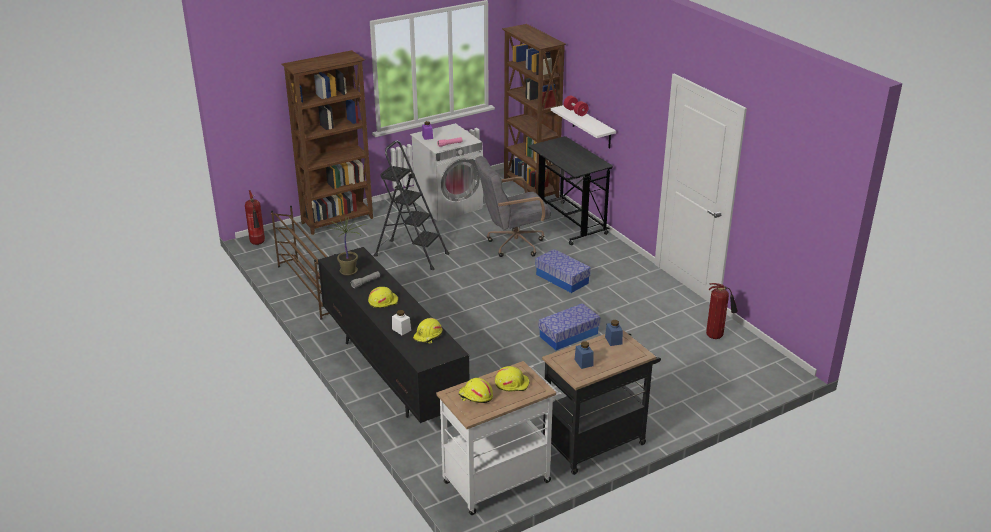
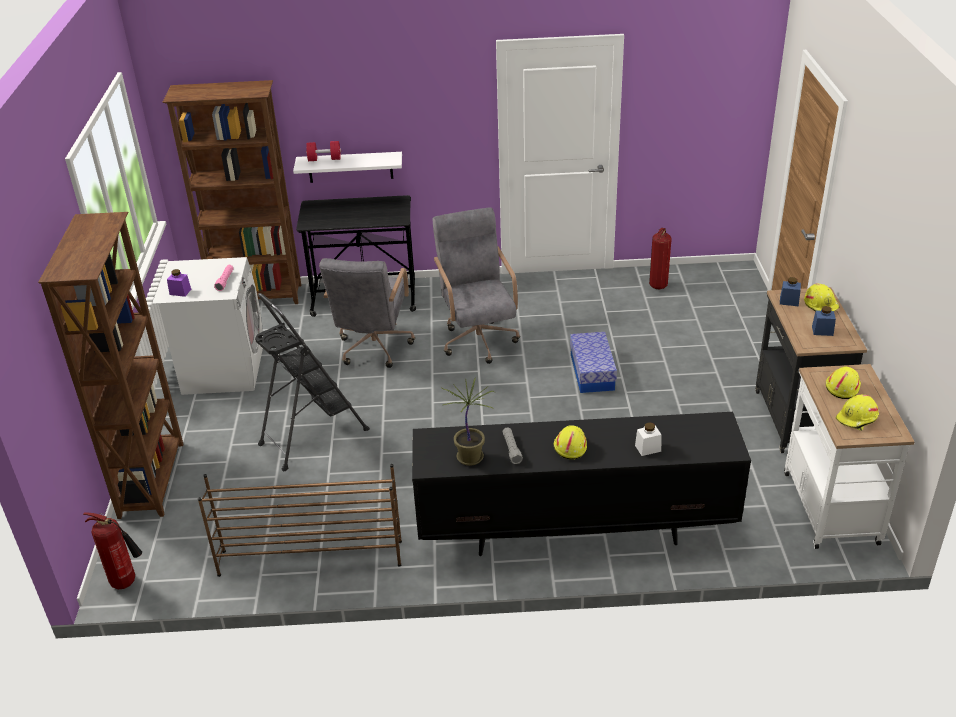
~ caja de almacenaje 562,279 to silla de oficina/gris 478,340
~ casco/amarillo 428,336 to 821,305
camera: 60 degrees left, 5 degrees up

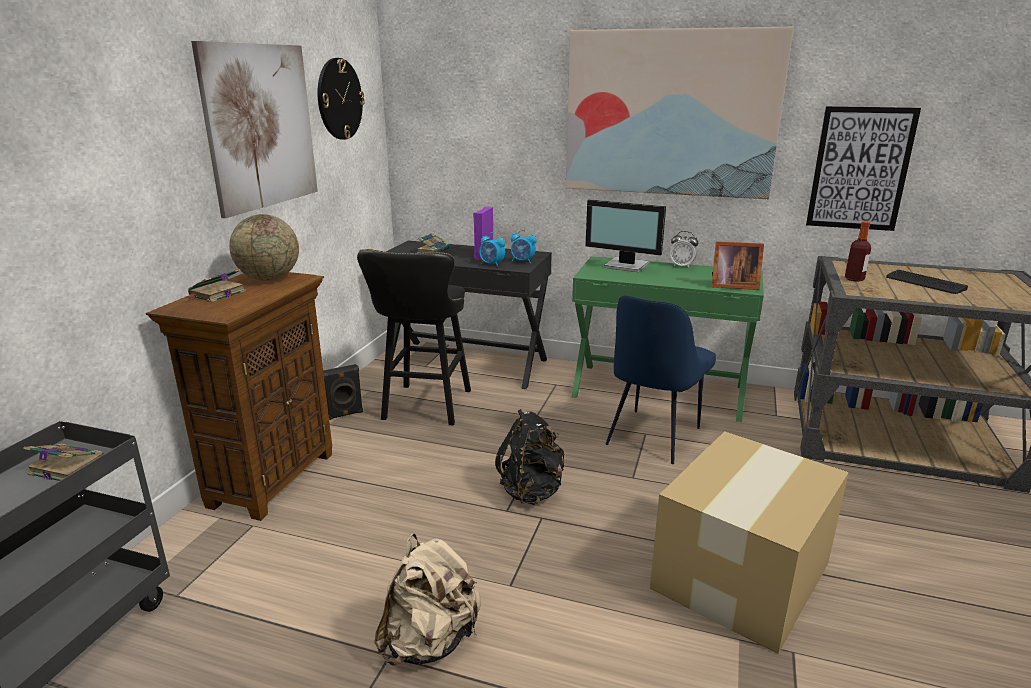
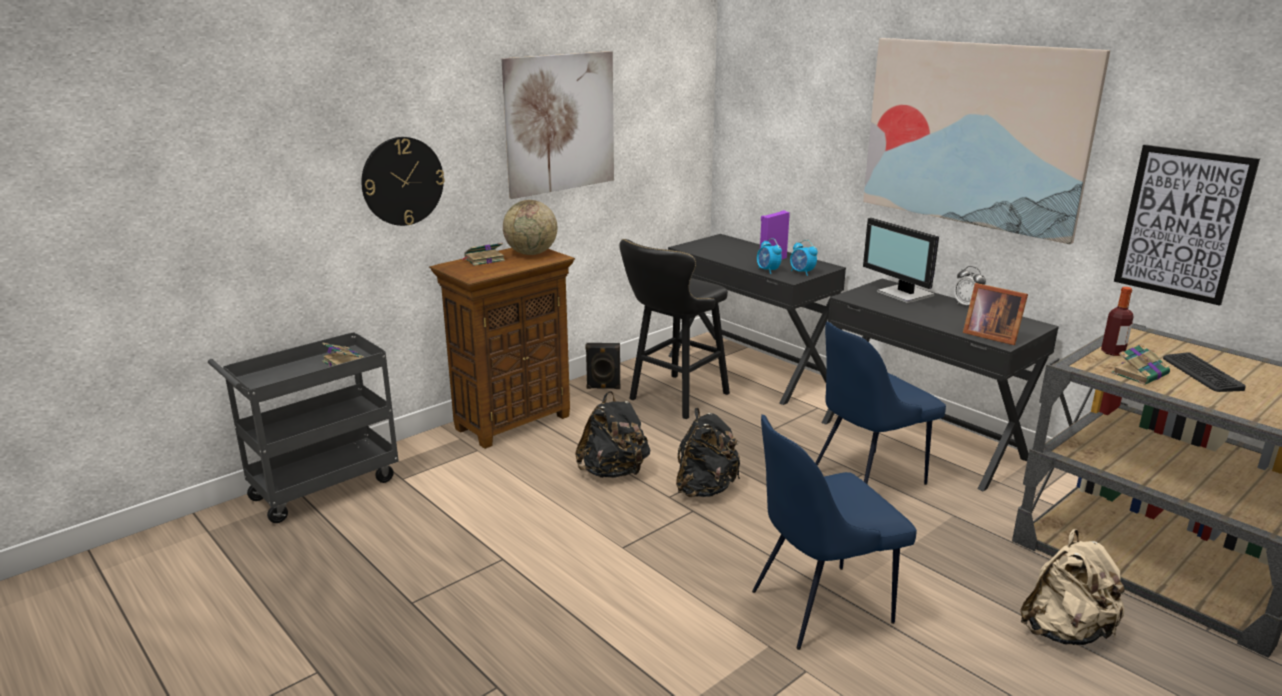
~ reloj de pared 339,99 to 402,181
+ mochila/negro 614,472
~ caja de cartón 739,576 to silla/azul 820,607
~ escritorio/verde 658,390 to escritorio/negro 922,439
~ mochila/beis 430,641 to 1065,631
~ libro 433,250 to 1140,374
camera: 30 degrees right, 0 degrees up

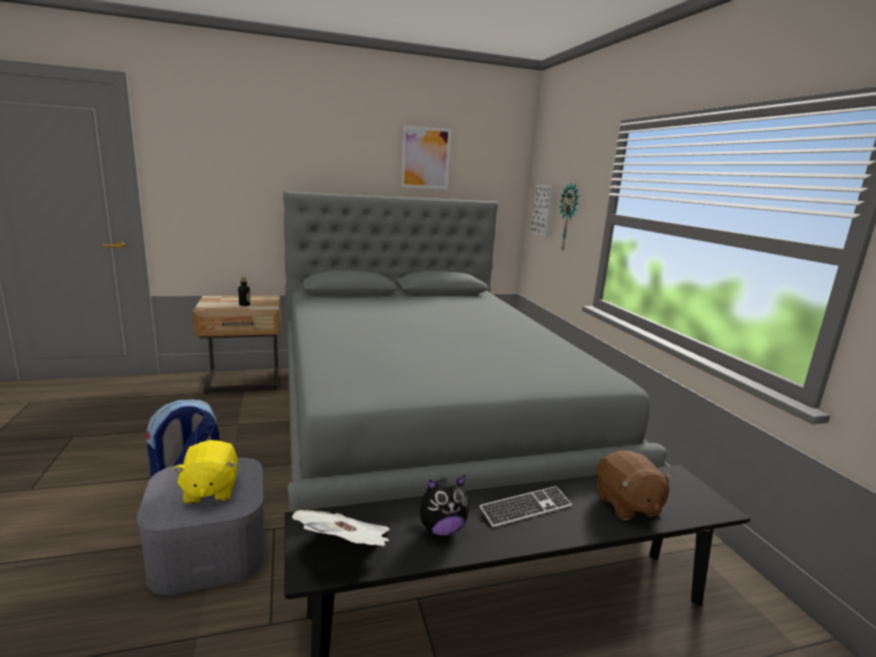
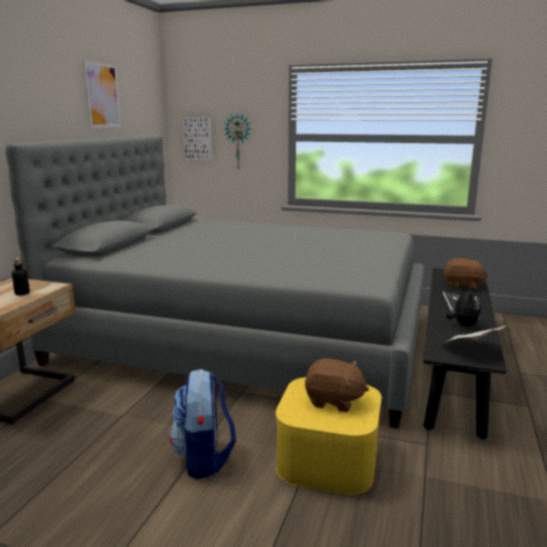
~ caja de almacenaje/gris 210,549 to caja de almacenaje/amarillo 327,458
~ peluche/amarillo 210,490 to peluche/marrón 334,401
camera: 55 degrees left, 0 degrees up

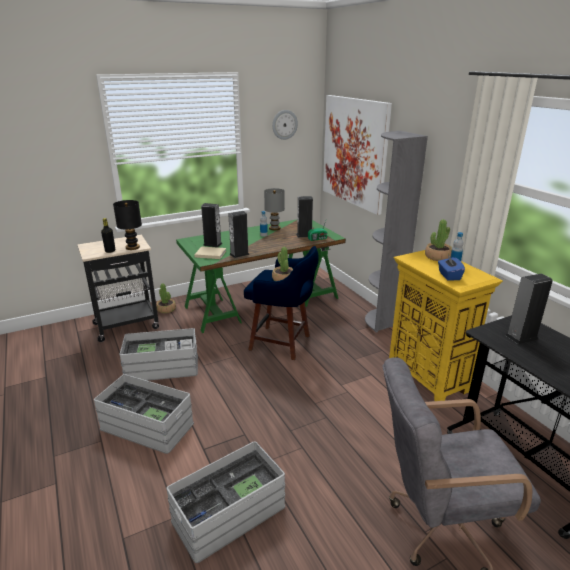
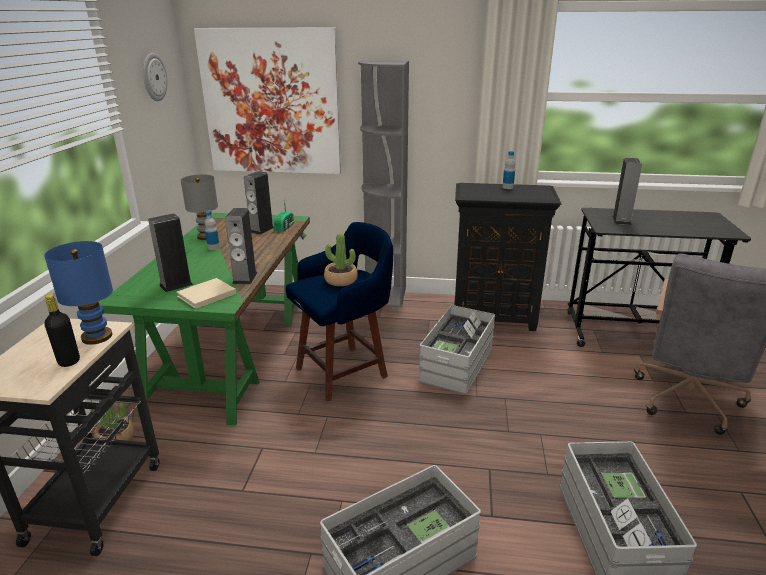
~ lámpara de mesa/negro 132,247 to lámpara de mesa/azul 96,337
~ caja de almacenaje/gris 162,367 to 456,363
~ armario/amarillo 428,377 to armario/negro 495,318
- planta en maceta 437,257
- caja de pañuelos/azul 449,276
camera: 55 degrees left, 0 degrees up

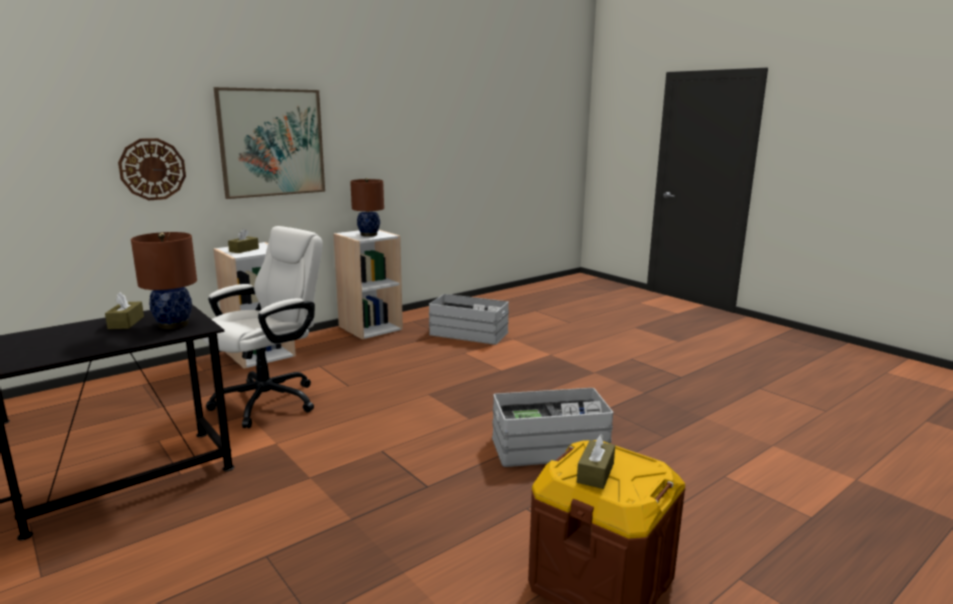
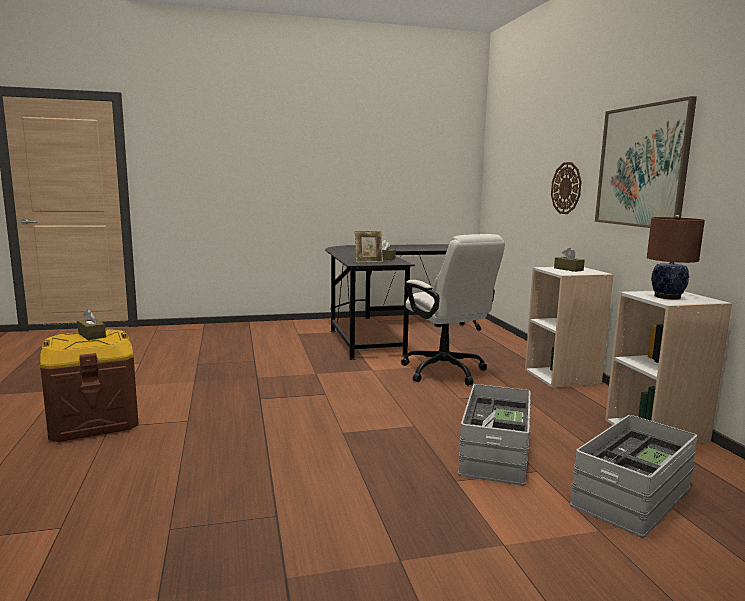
~ lámpara de mesa/marrón 173,324 to portarretratos 368,262
~ caja de almacenaje/gris 549,446 to 496,453
camera: 115 degrees right, 5 degrees down

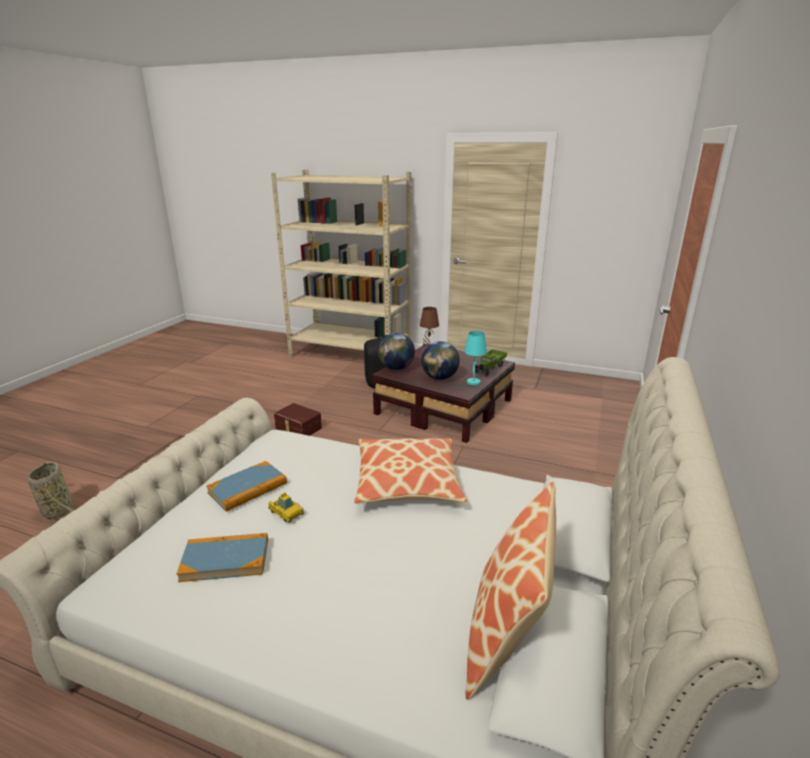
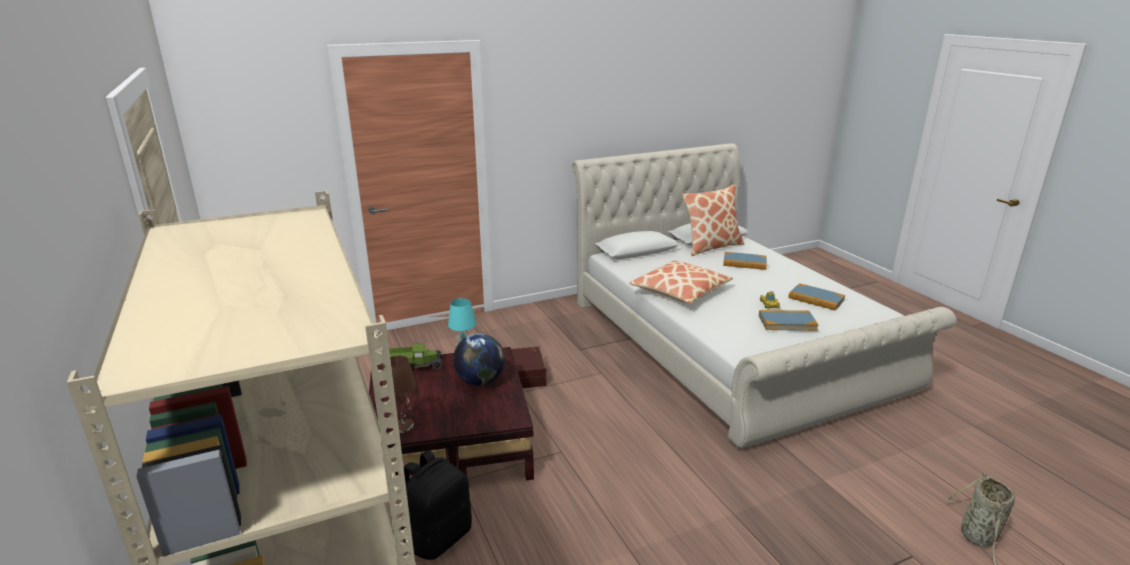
~ caja de almacenaje/marrón 298,429 to 529,375
+ libro 744,263
- globo terráqueo 396,368
camera: 135 degrees left, 0 degrees up

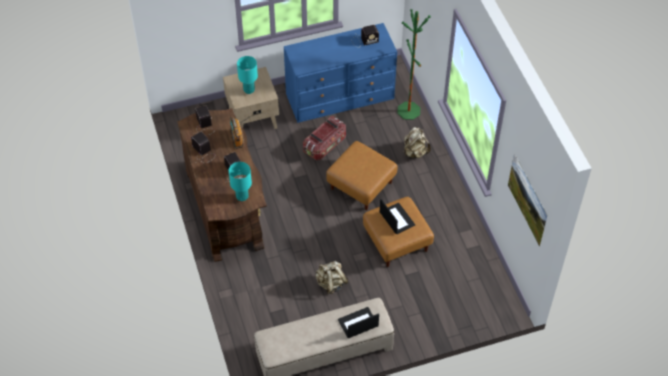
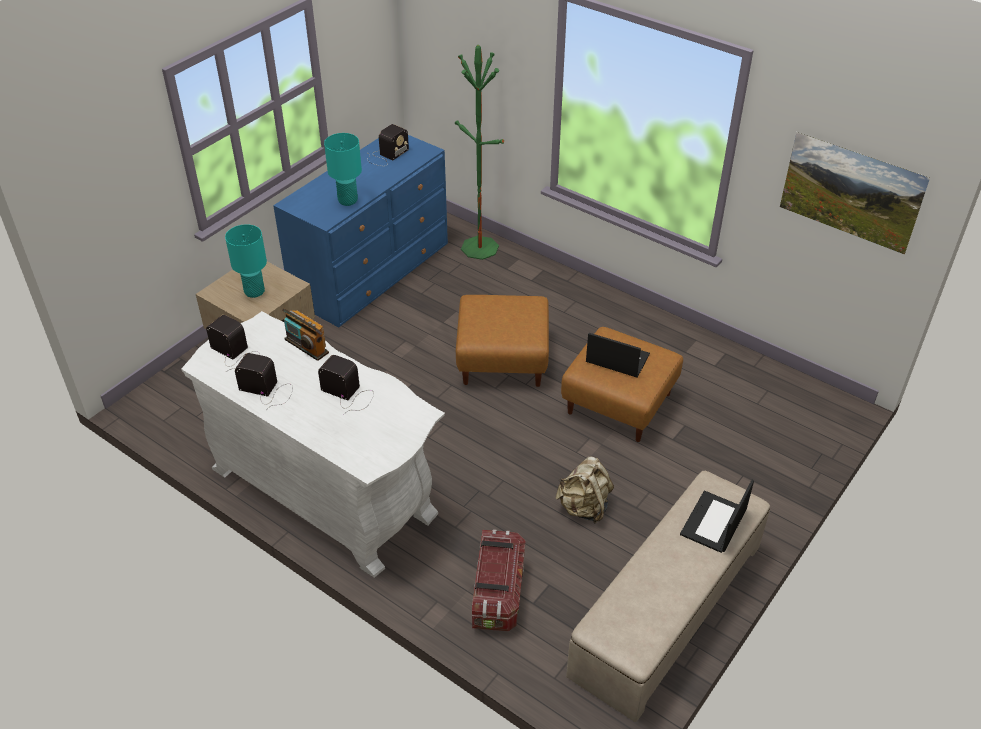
~ cómoda/marrón 227,207 to cómoda/blanco 326,487
~ lámpara de mesa/turquesa 242,197 to 348,202
~ caja de almacenaje 325,145 to 498,592
- mochila/beis 415,152
camera: 35 degrees left, 10 degrees down

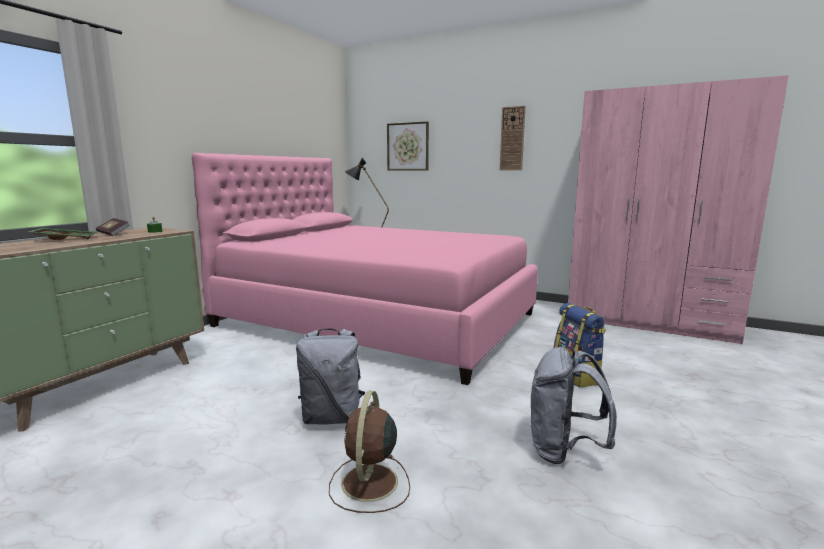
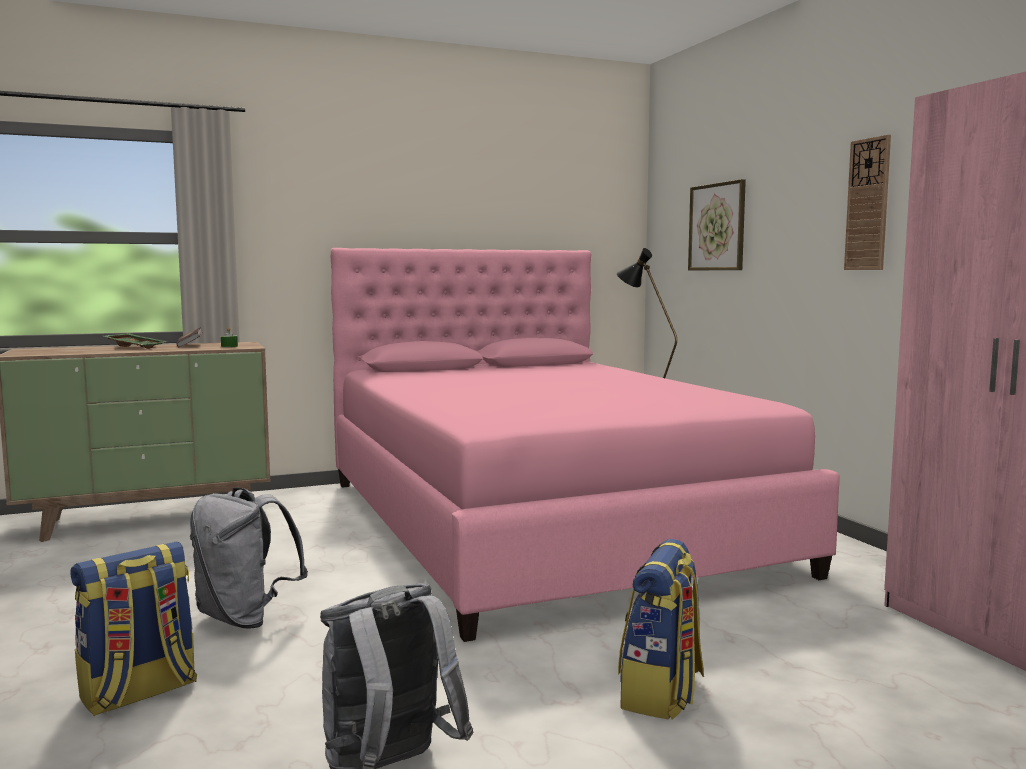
~ ventilador/marrón 369,484 to mochila 138,693
camera: 40 degrees right, 5 degrees down

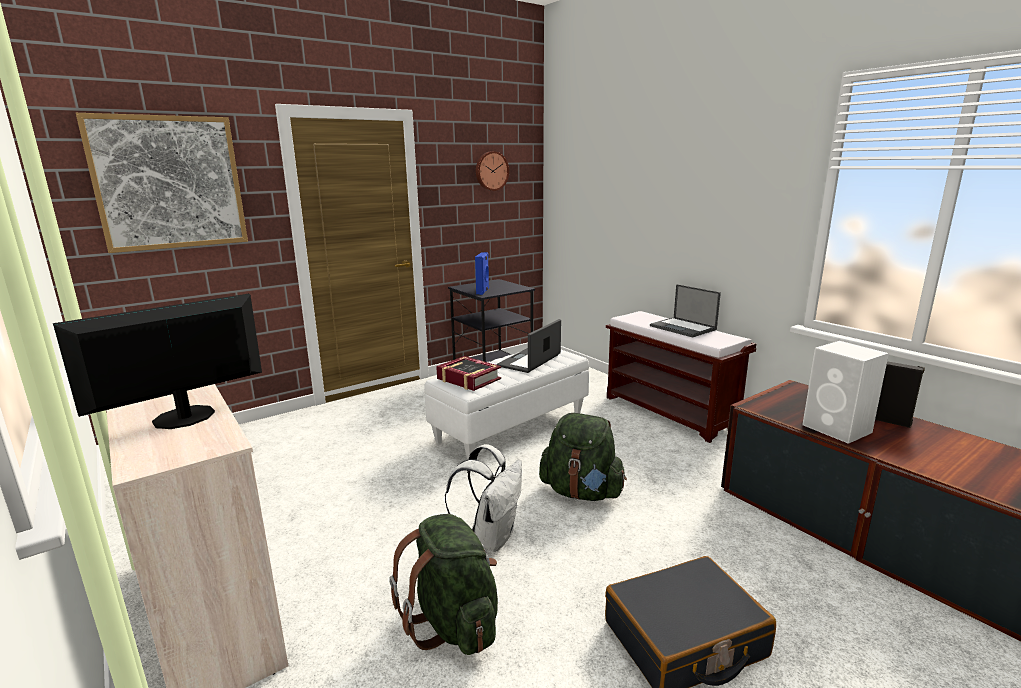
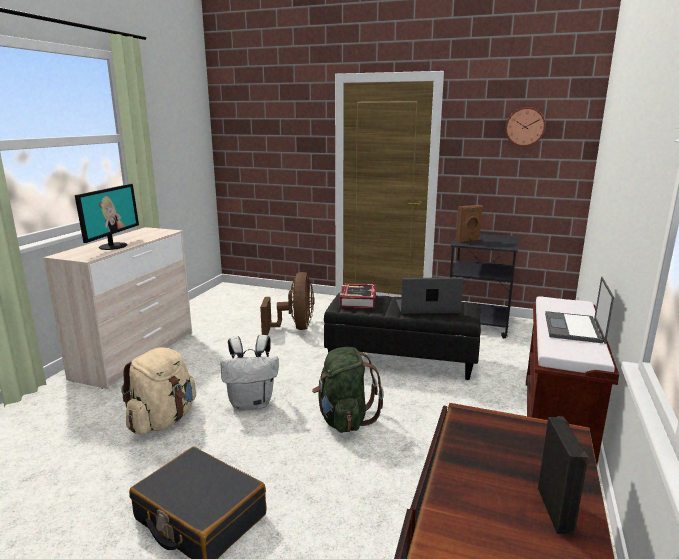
~ monitor 184,418 = 112,246 90 degrees clockwise
~ mochila/verde 453,622 to mochila/beis 163,420
+ ventilador/marrón 294,328
~ puf/blanco 512,428 to puf/negro 400,361
~ altavoz/azul 483,291 to altavoz/marrón 468,241
- cuadro 169,183
- altavoz/blanco 838,429
camera: 55 degrees right, 0 degrees up

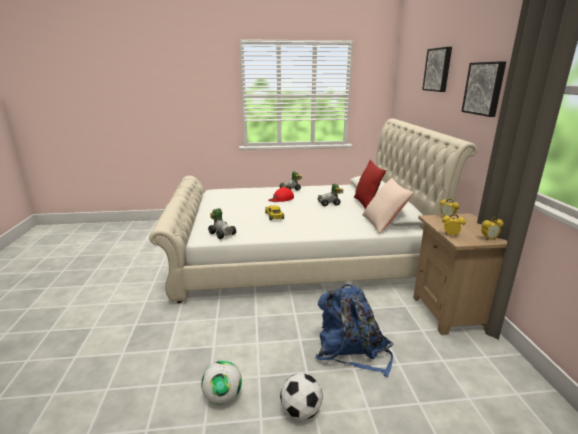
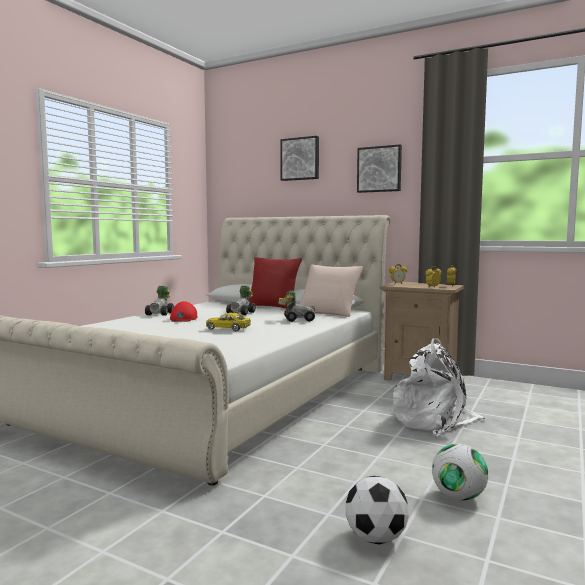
~ coche de juguete 222,233 to 297,319
~ balón de fútbol 301,411 to 376,538
~ mochila/azul 351,349 to mochila/blanco 435,420
camera: 55 degrees left, 15 degrees down

